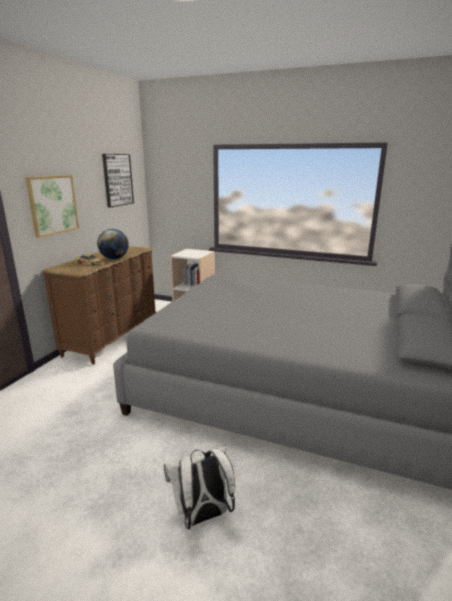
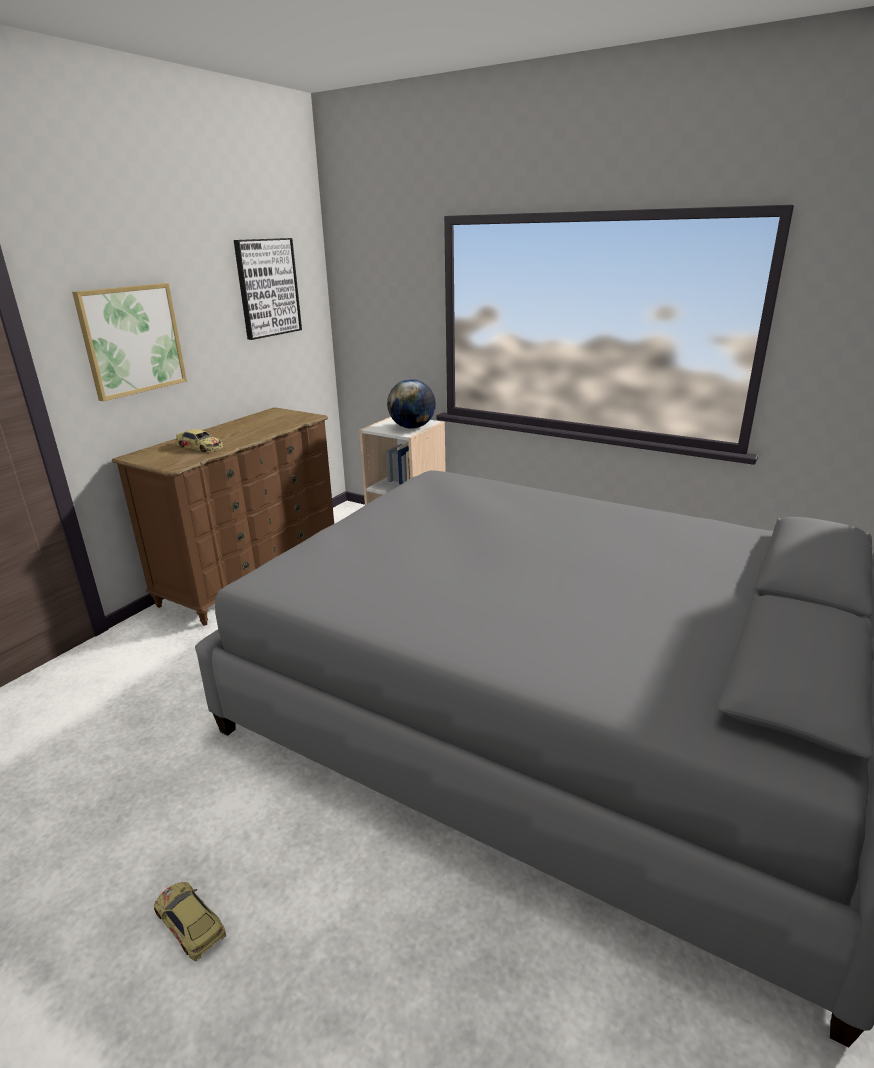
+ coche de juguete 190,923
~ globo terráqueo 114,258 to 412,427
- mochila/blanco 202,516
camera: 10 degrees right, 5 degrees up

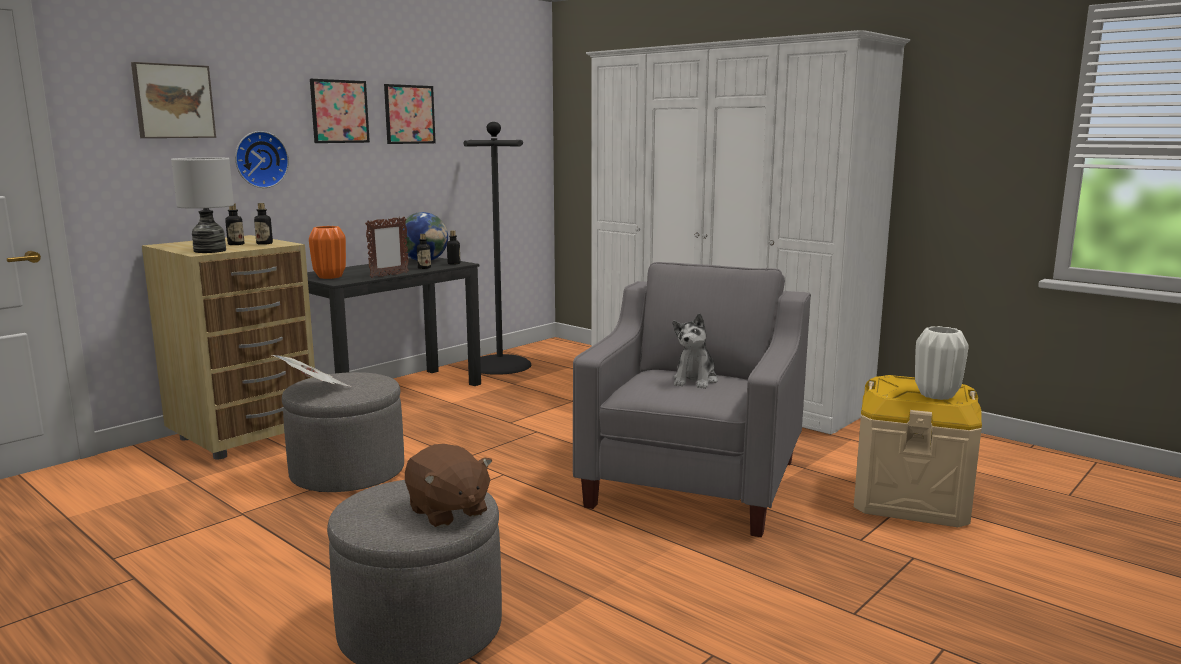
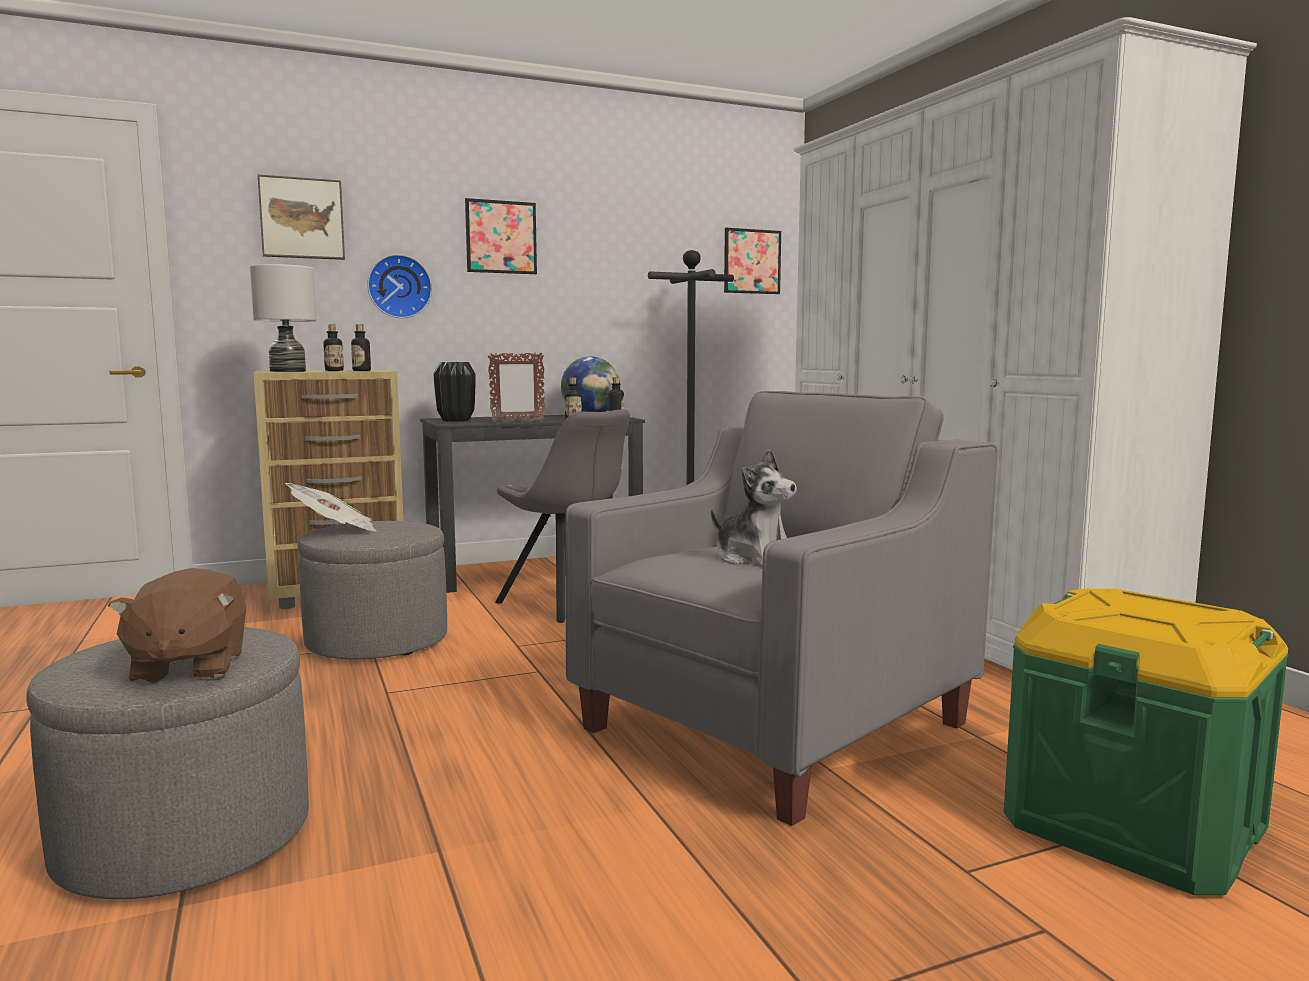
~ florero/naranja 330,277 to florero/negro 456,420
+ silla/gris 565,603
~ peluche 695,380 = 754,559 90 degrees counterclockwise
~ cuadro 409,114 to 752,261
~ caja de almacenaje/beis 910,500 to caja de almacenaje/verde 1133,824
- florero/blanco 937,395
camera: 25 degrees right, 5 degrees down

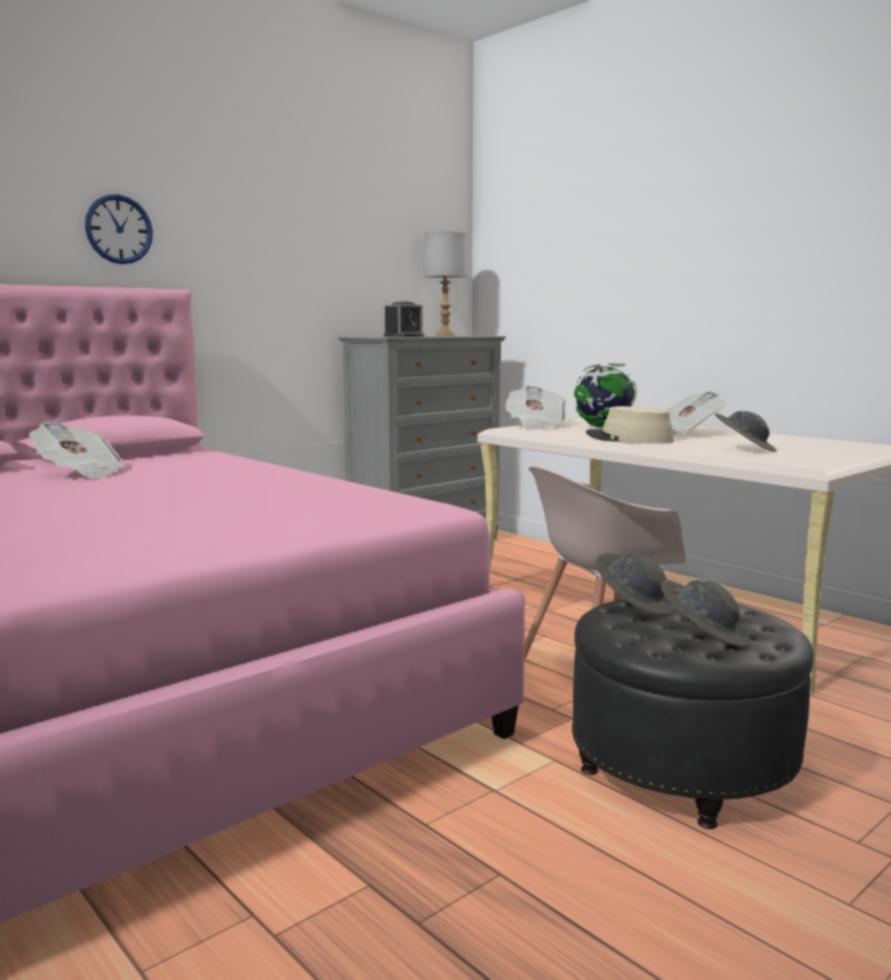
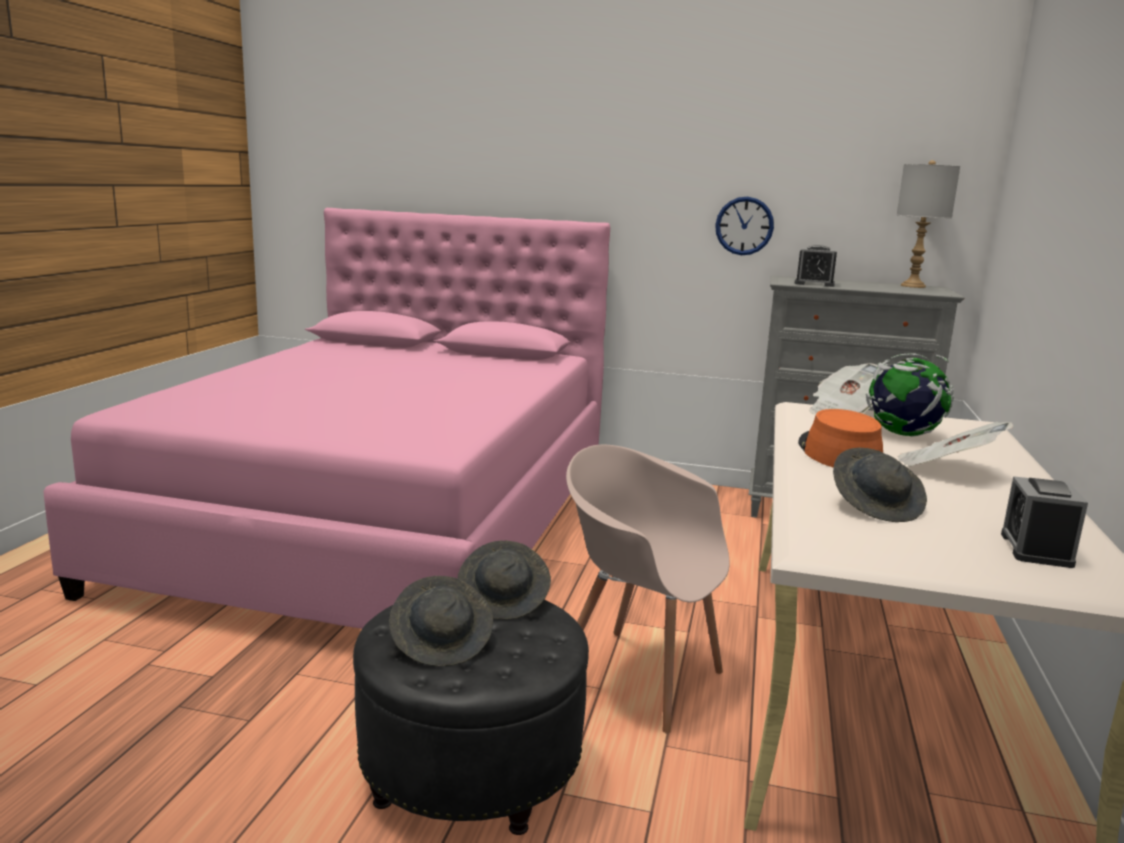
~ reloj de pared 119,229 to 744,226
~ sombrero/beis 629,439 to sombrero/naranja 838,453
+ despertador 1036,549
- periódico 80,473
camera: 55 degrees right, 5 degrees up

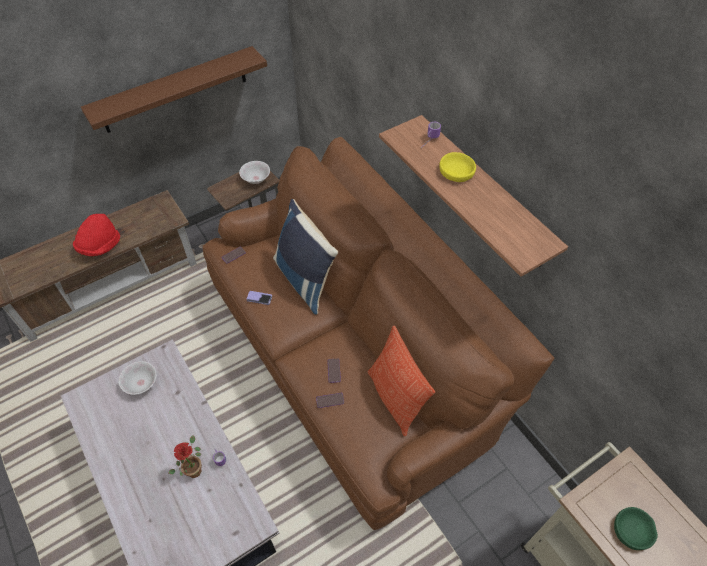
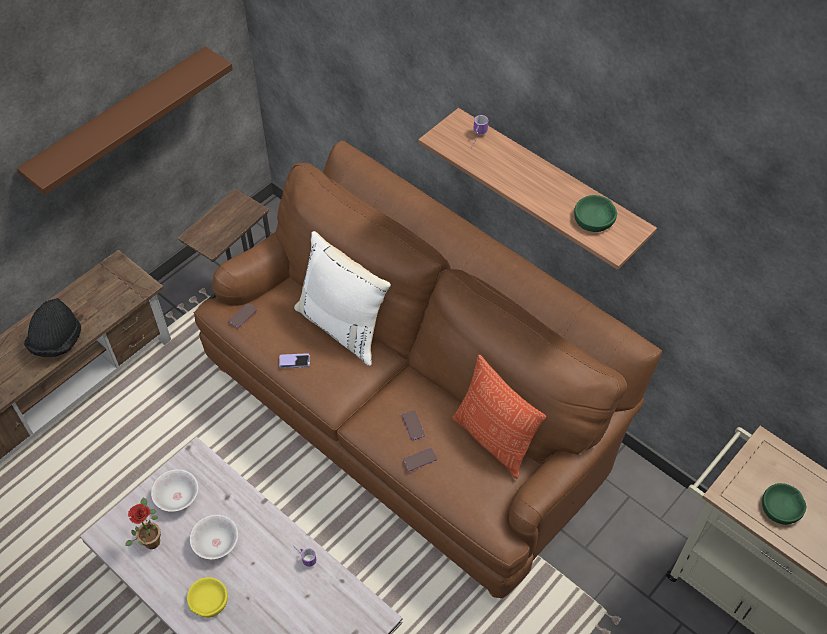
~ sombrero/rojo 100,246 to sombrero/negro 57,341
~ planta en maceta 194,468 to 151,538
~ cuenco/amarillo 456,171 to 208,600
~ cuenco/blanco 256,179 to 216,544
~ cojín/azul 306,279 to cojín/blanco 343,326
+ cuenco/verde 594,218
camera: 15 degrees left, 0 degrees up

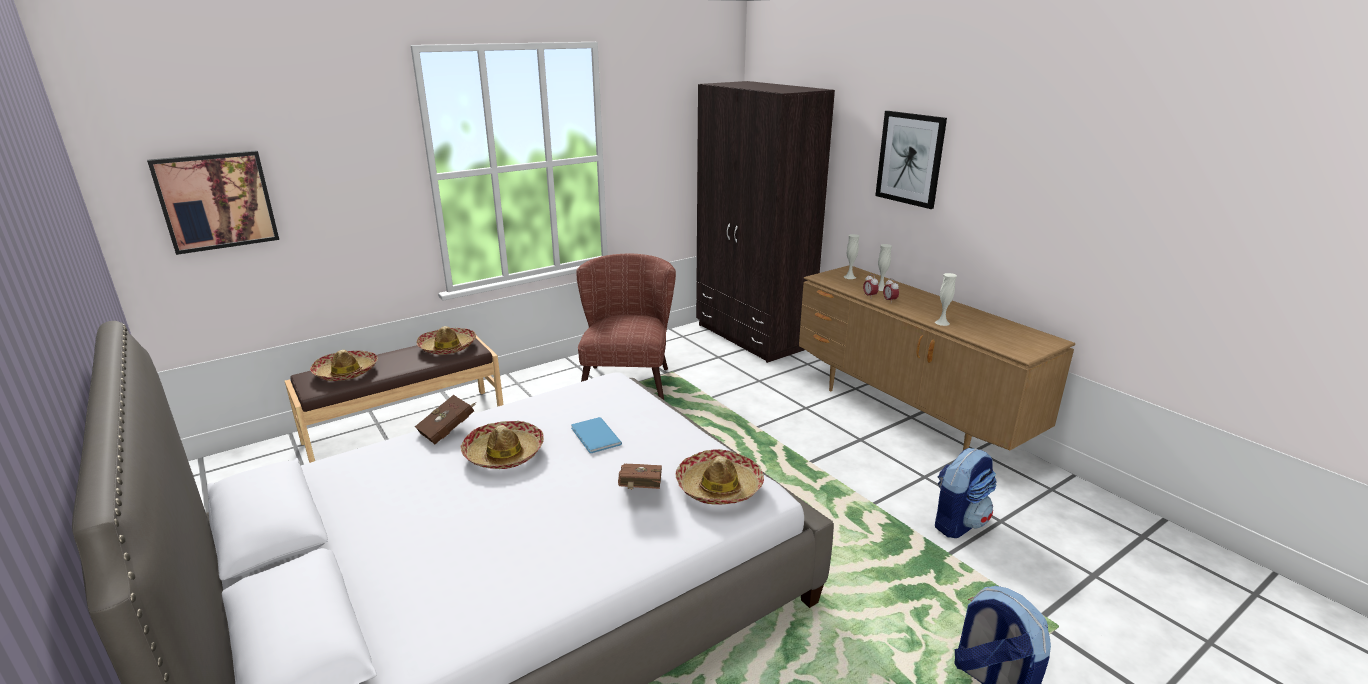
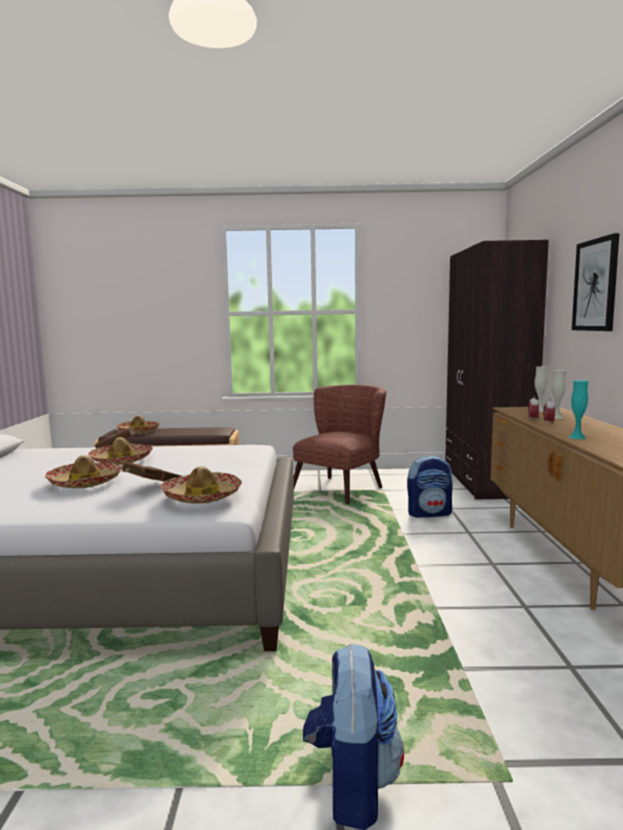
~ sombrero 447,347 to 85,482
~ mochila 958,522 to 429,513
~ florero/blanco 942,323 to florero/turquesa 577,437
- cuadro 216,201
- libro/azul 595,437
camera: 35 degrees right, 15 degrees down

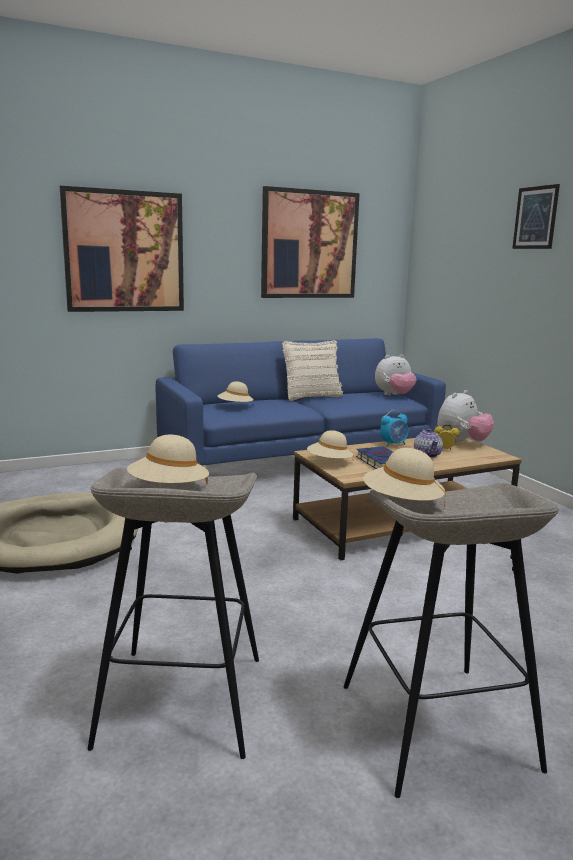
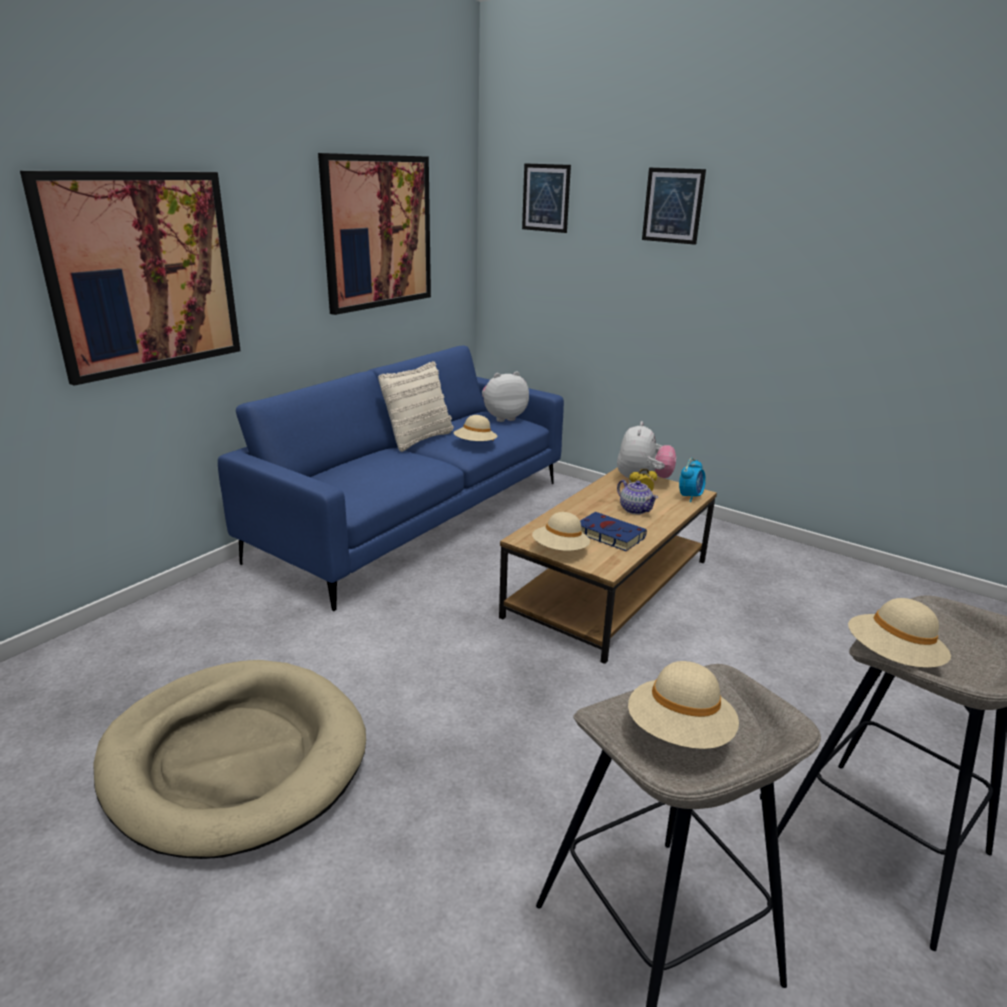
~ sombrero/beis 235,406 to 475,445
~ peluche 394,395 = 503,418 150 degrees counterclockwise
+ cuadro 546,198
~ despertador 393,444 to 690,497
camera: 30 degrees left, 10 degrees up

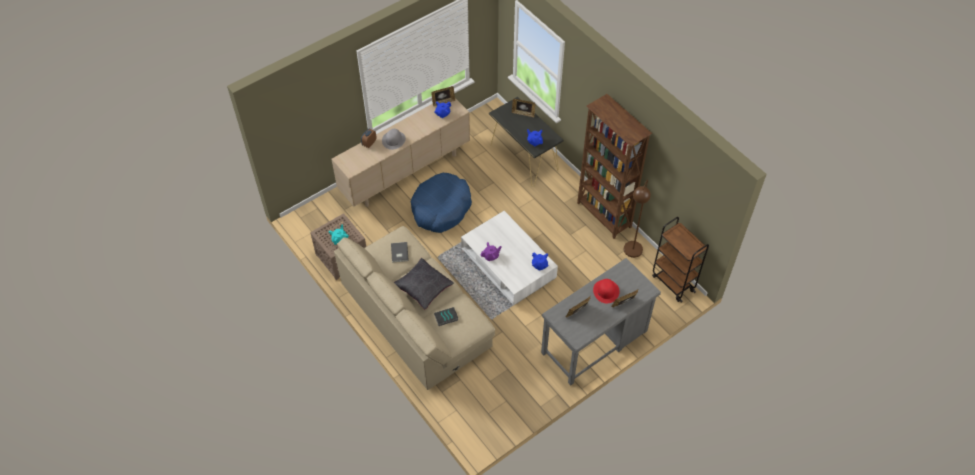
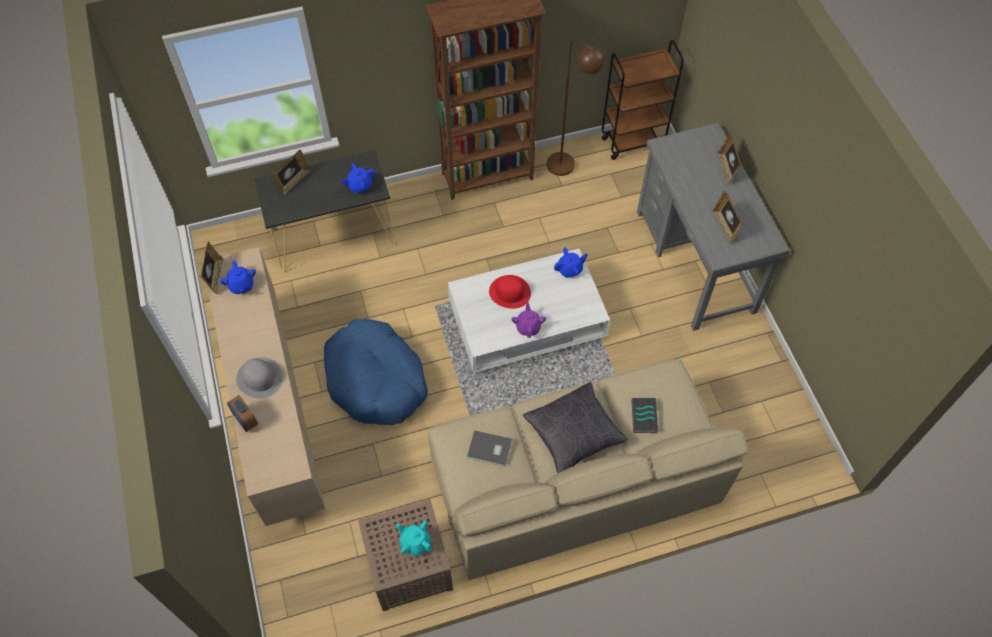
~ sombrero/rojo 606,291 to 509,292
camera: 70 degrees left, 5 degrees up

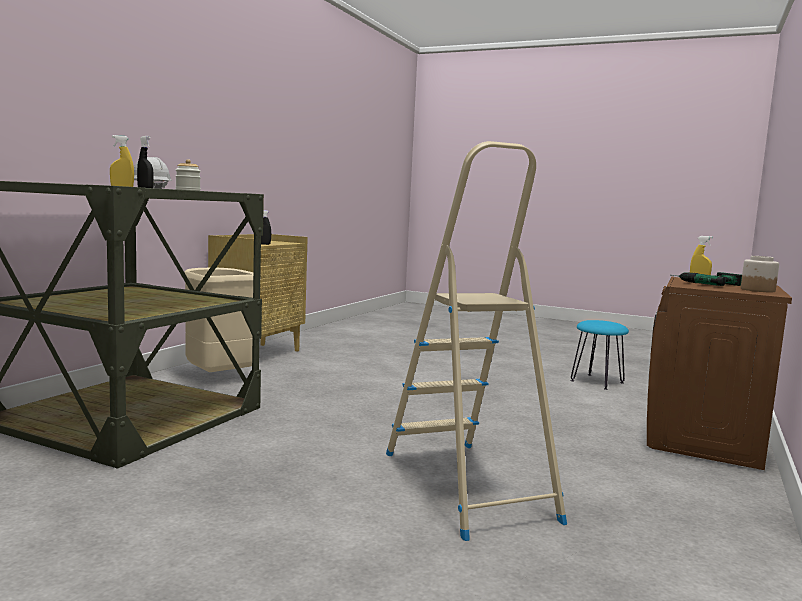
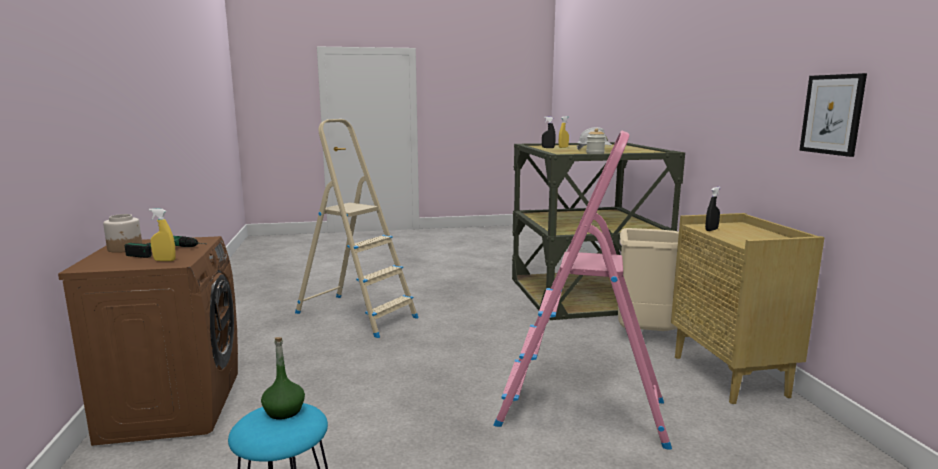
+ botella/verde 284,411
+ escalera de tijera/rosa 580,413
+ cuadro 832,114
camera: 145 degrees right, 5 degrees up

